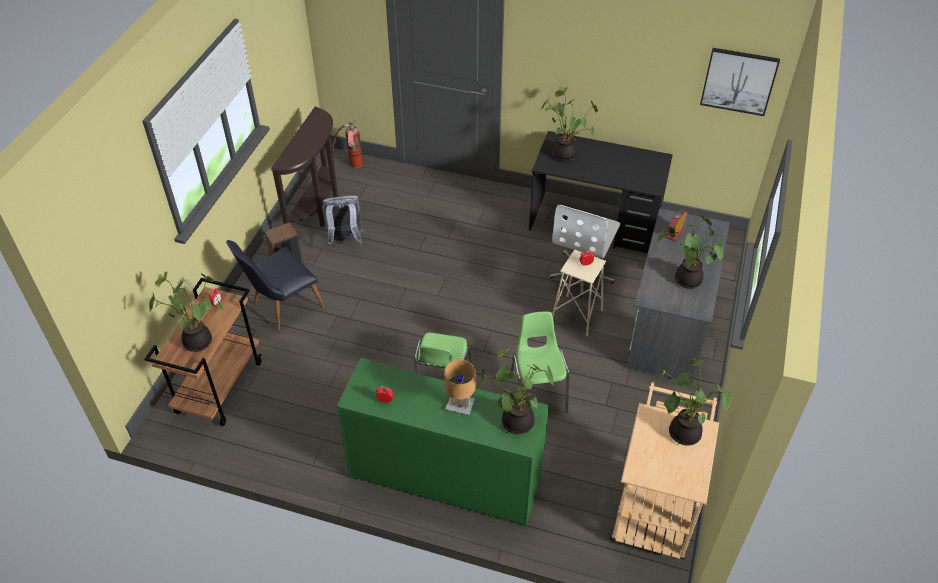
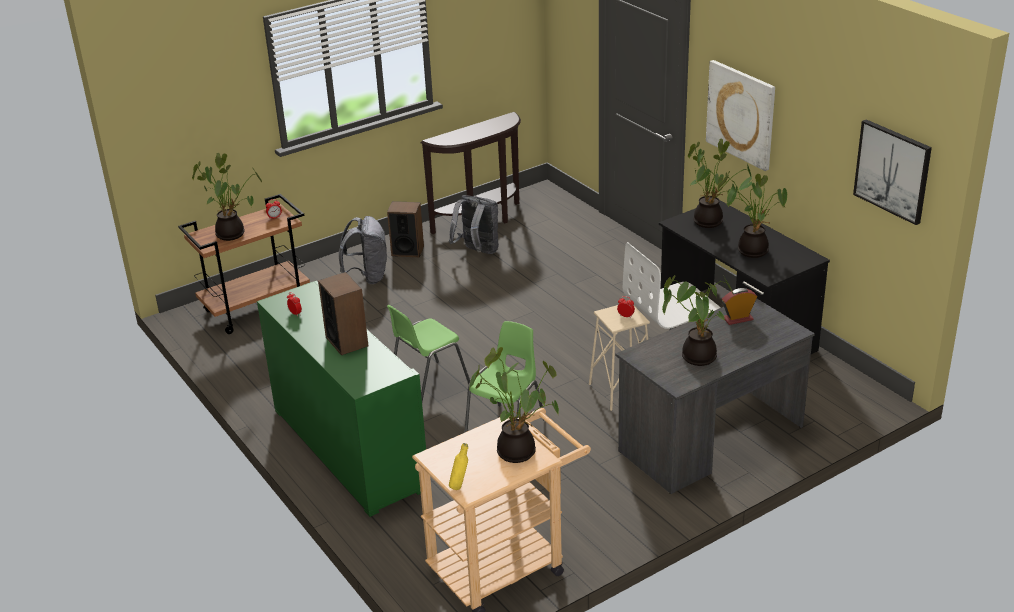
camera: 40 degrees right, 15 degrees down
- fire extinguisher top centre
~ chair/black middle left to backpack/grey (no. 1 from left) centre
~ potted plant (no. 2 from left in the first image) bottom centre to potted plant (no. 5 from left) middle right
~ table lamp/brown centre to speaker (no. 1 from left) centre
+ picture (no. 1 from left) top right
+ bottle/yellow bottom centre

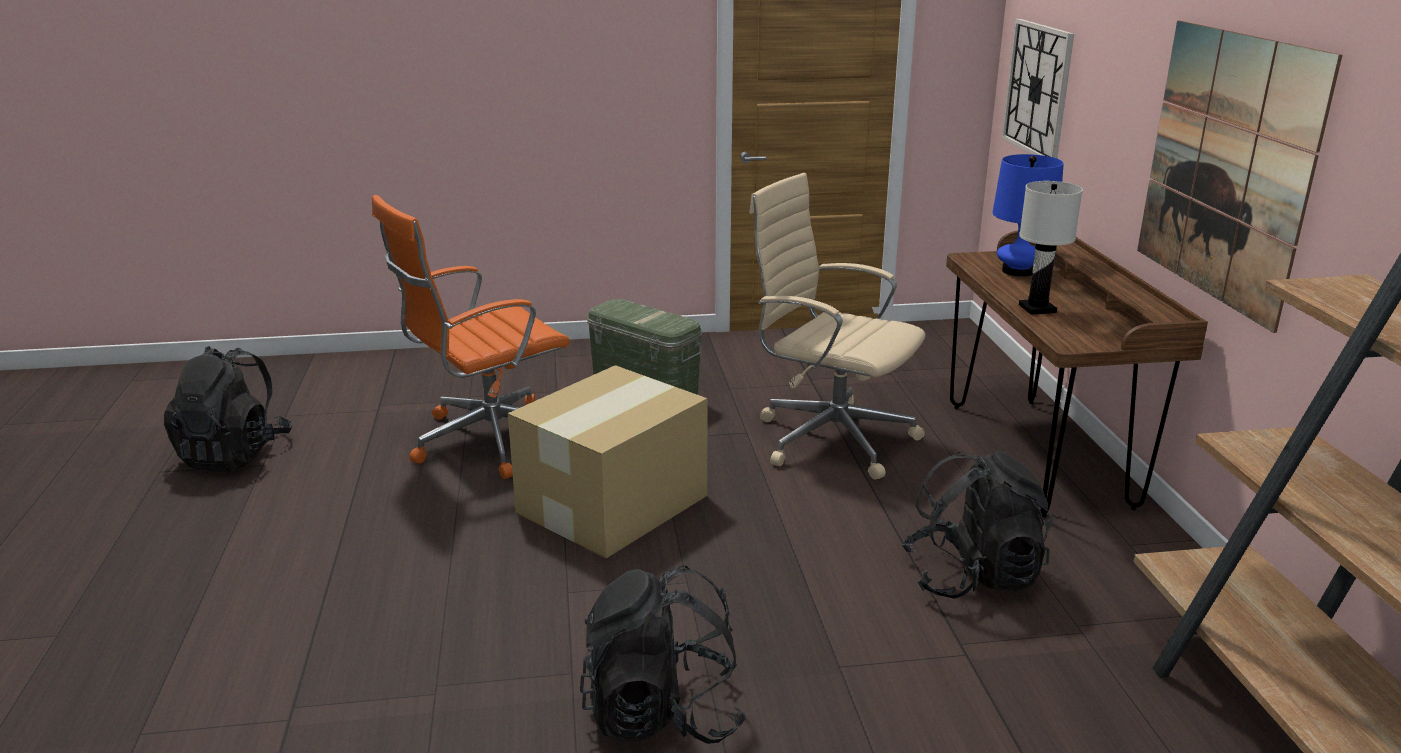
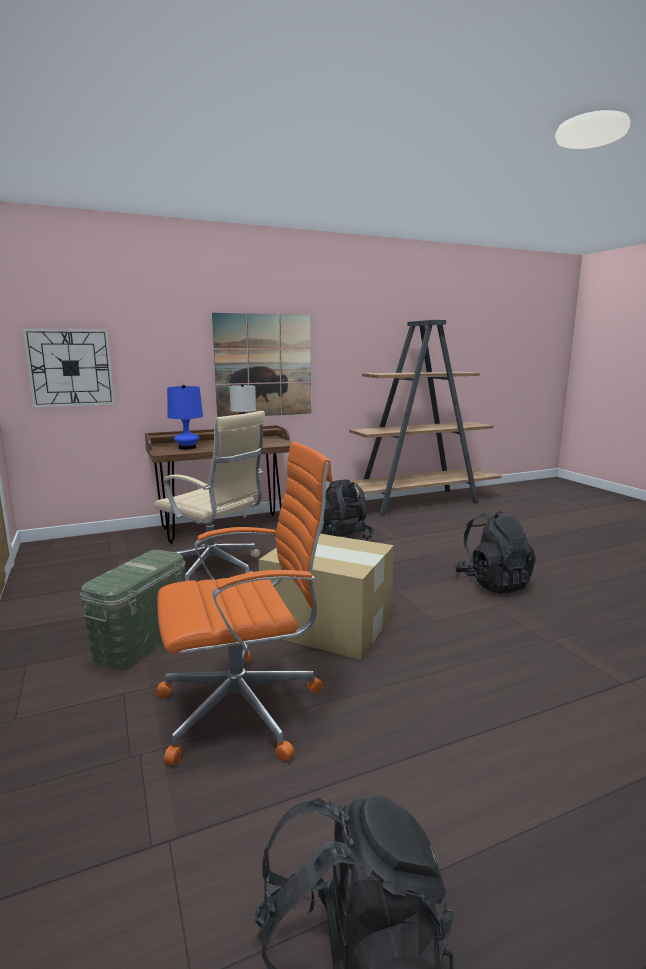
camera: 105 degrees left, 10 degrees down
~ office chair/beige centre = middle left 75 degrees counterclockwise
~ office chair/orange centre = centre 60 degrees counterclockwise

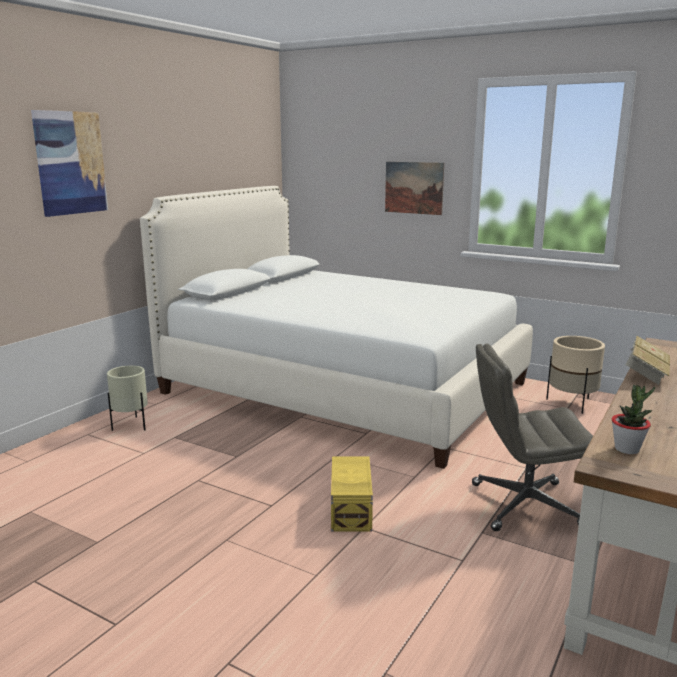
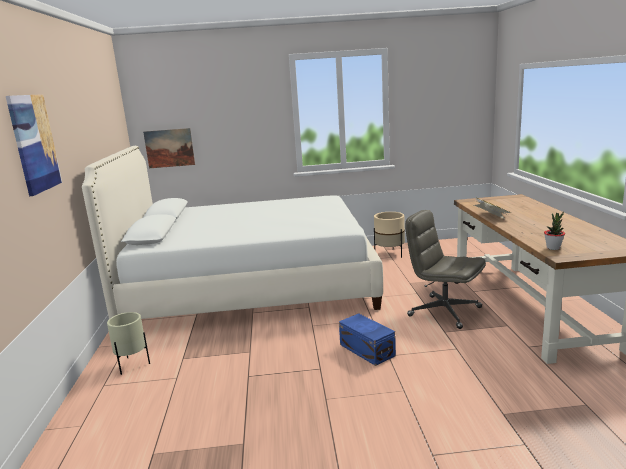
camera: 35 degrees left, 0 degrees up
~ picture (no. 2 from left) top centre to top left
~ office chair/grey middle right = middle right 75 degrees clockwise
~ storage box/yellow bottom centre to storage box/blue bottom centre

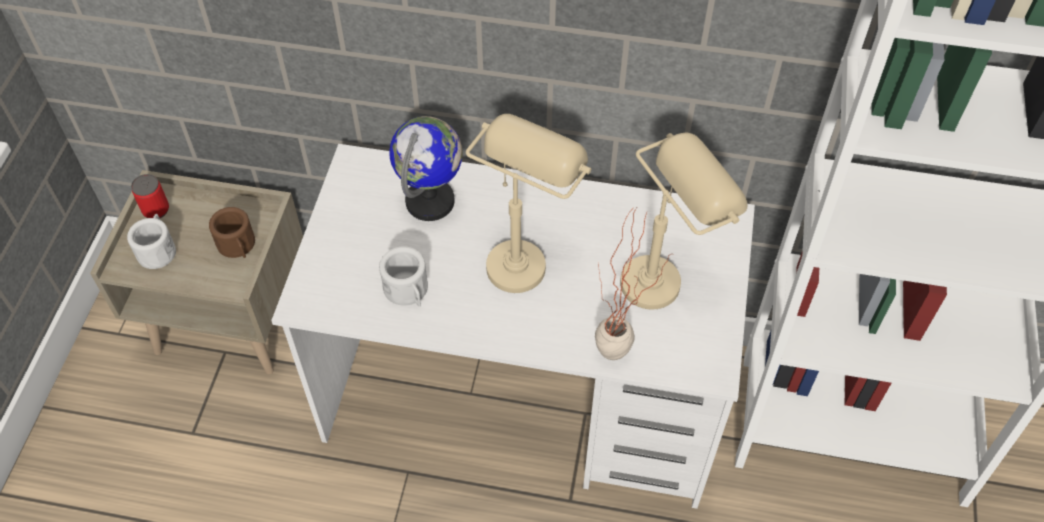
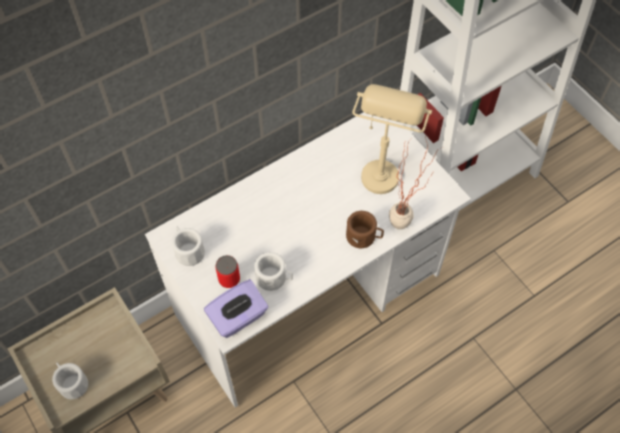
camera: 45 degrees left, 5 degrees up
- table lamp/beige (no. 1 from left) centre
- globe top centre
~ can middle left to centre
~ mug/brown middle left to centre
+ mug/white (no. 2 from left) middle left
+ tissue box/purple bottom centre

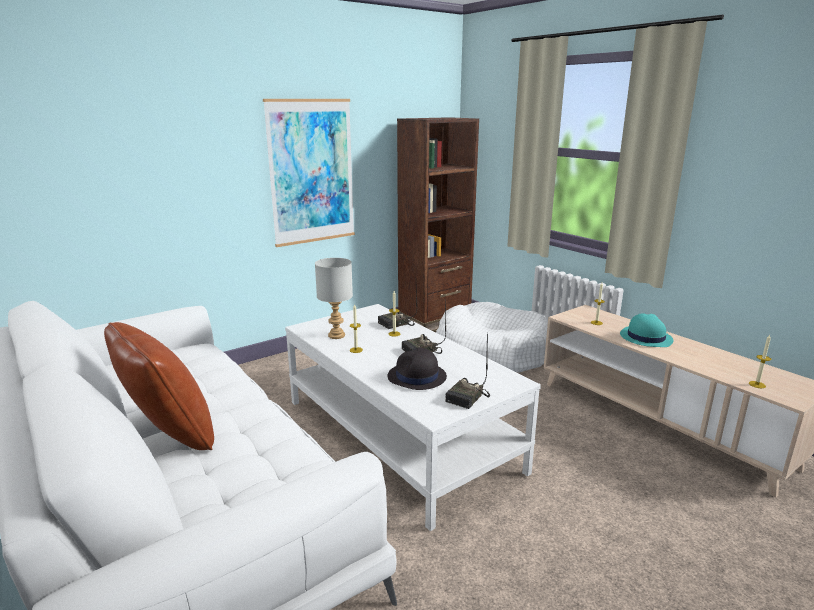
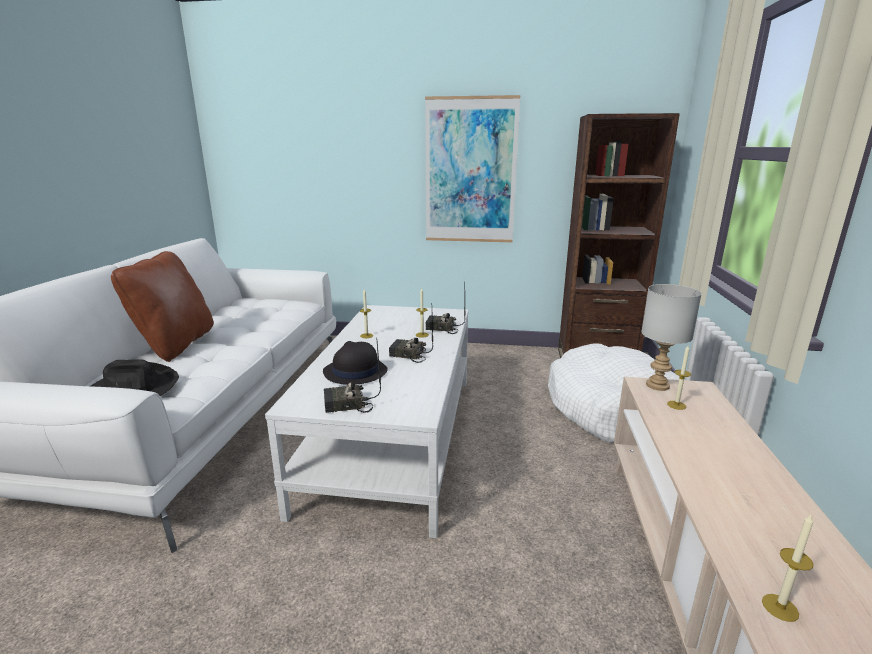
camera: 45 degrees right, 0 degrees up
~ table lamp/grey centre to middle right
- hat/turquoise middle right
+ hat/black (no. 1 from left) middle left

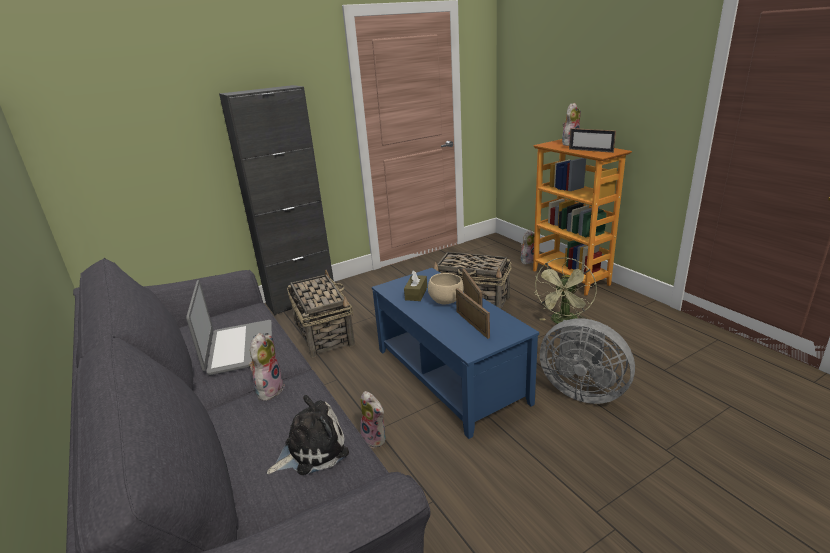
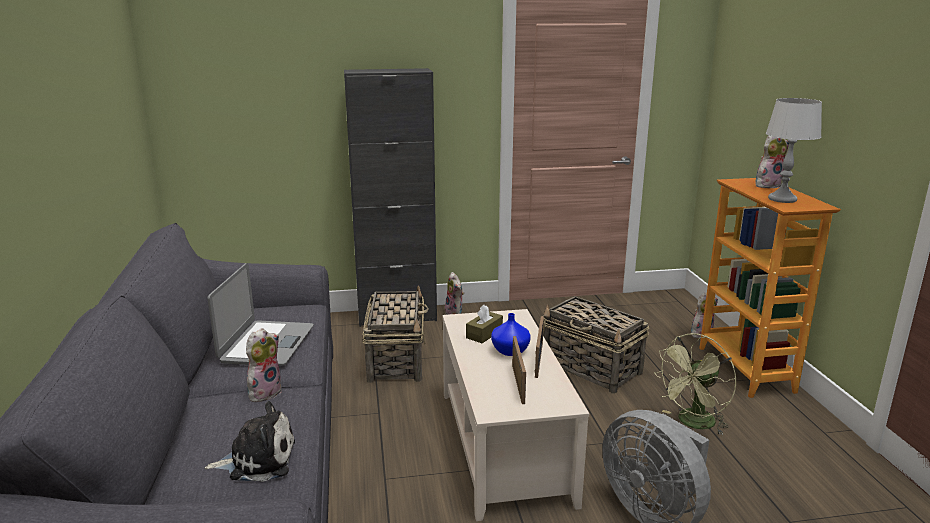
camera: 20 degrees right, 5 degrees down
~ picture frame (no. 3 from left) top right to table lamp/grey top right
~ coffee table/blue centre to coffee table/beige bottom centre
~ bowl/beige centre to vase/blue centre
~ plush toy (no. 3 from left) bottom centre to centre

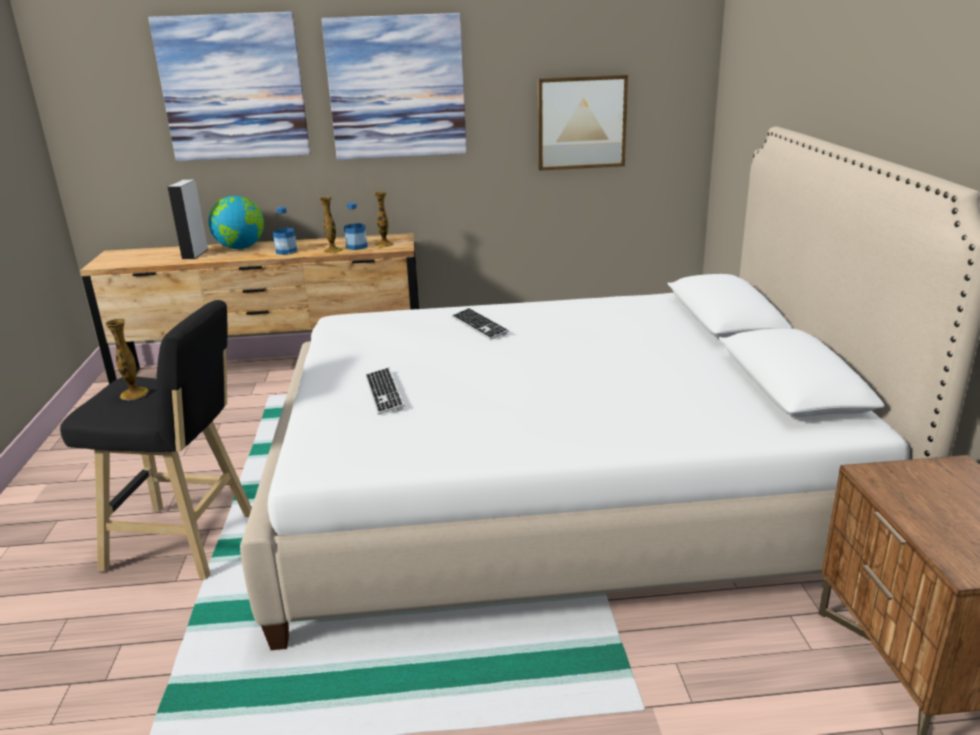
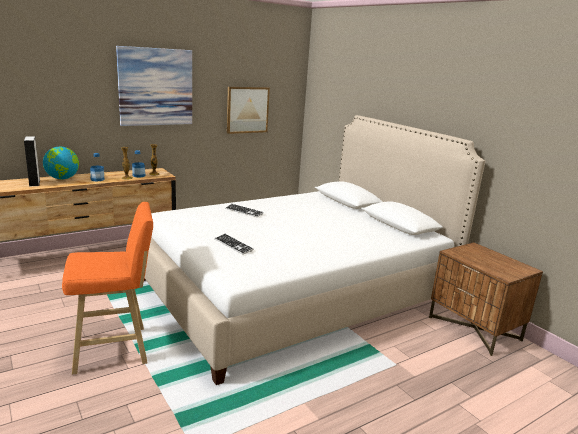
camera: 30 degrees left, 5 degrees down
- picture (no. 1 from left) top left
~ stool/black middle left to stool/orange middle left
- vase (no. 1 from left) middle left

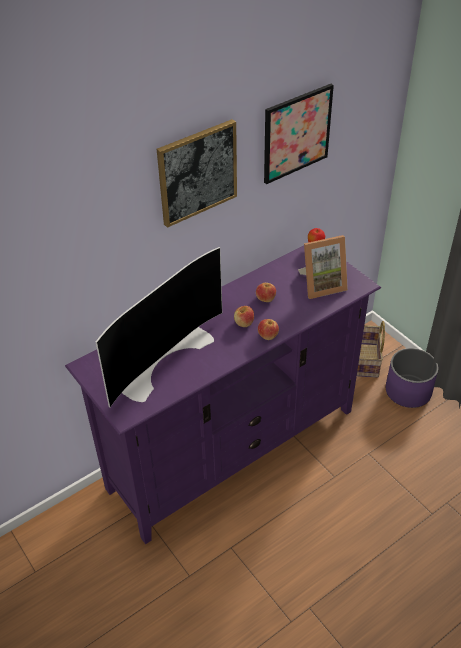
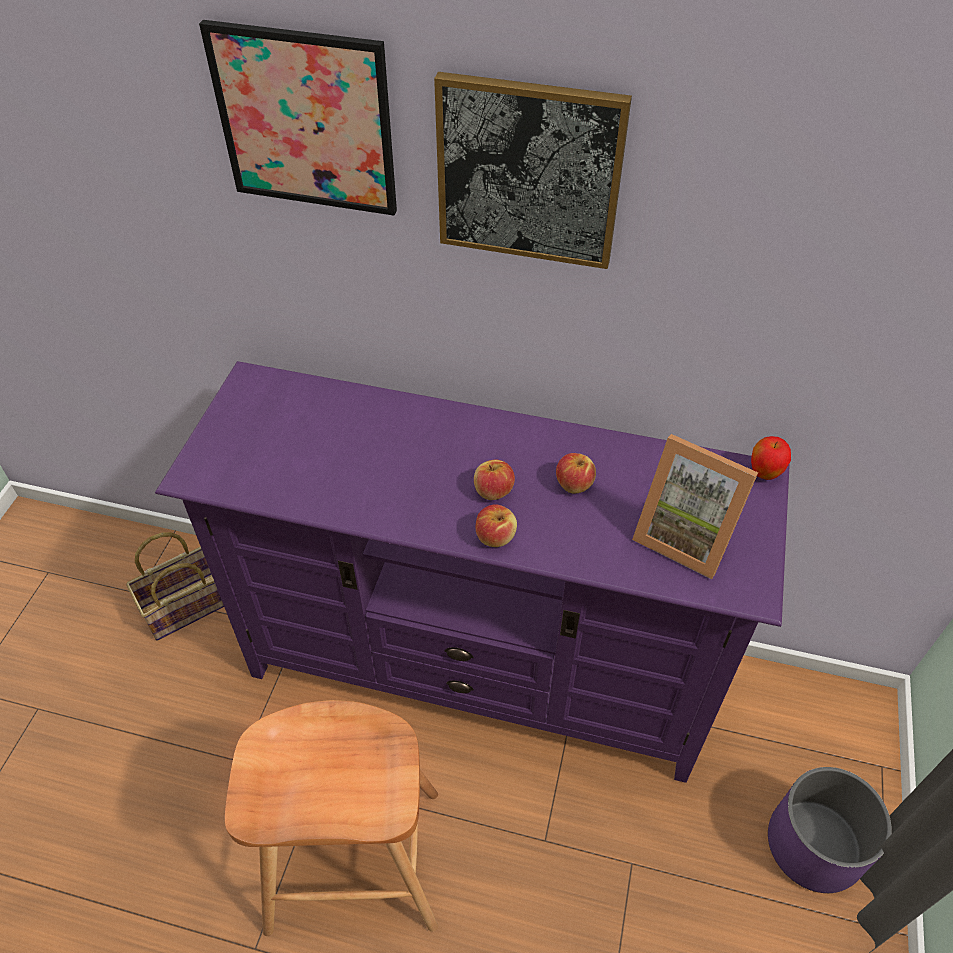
camera: 50 degrees right, 5 degrees up
~ picture (no. 2 from left in the first image) top centre to picture (no. 1 from left) top left
- television centre
~ basket middle right to middle left
+ stool/brown bottom centre

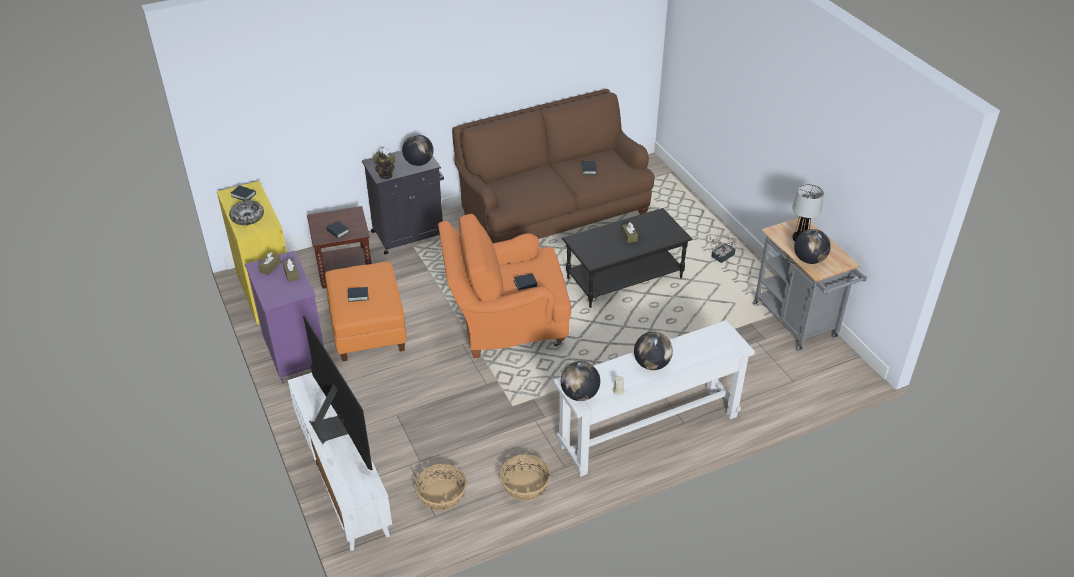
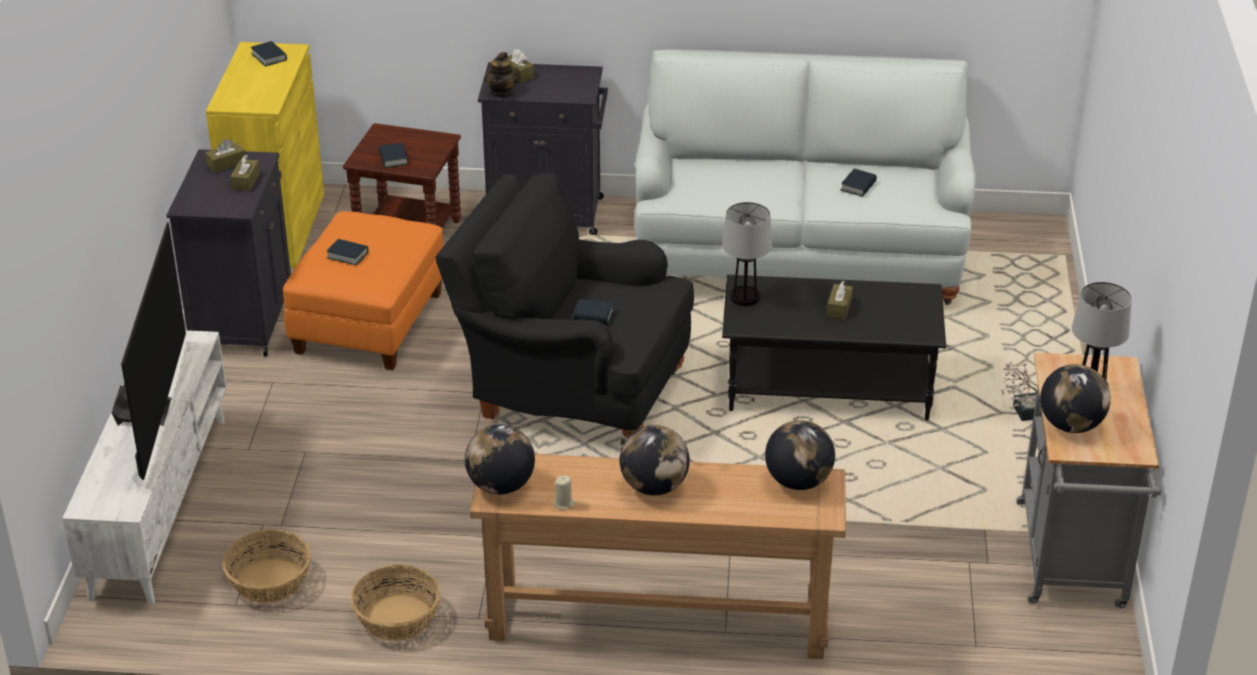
camera: 30 degrees right, 5 degrees down
~ sofa/brown top centre to sofa/white top centre
~ globe (no. 1 from left in the first image) top centre to globe (no. 3 from left) bottom centre
- bowl middle left
~ armchair/orange centre to armchair/black centre
~ cabinet/purple middle left to cabinet/black (no. 1 from left) middle left
~ console table/white bottom centre to console table/brown bottom centre
+ table lamp (no. 1 from left) centre

